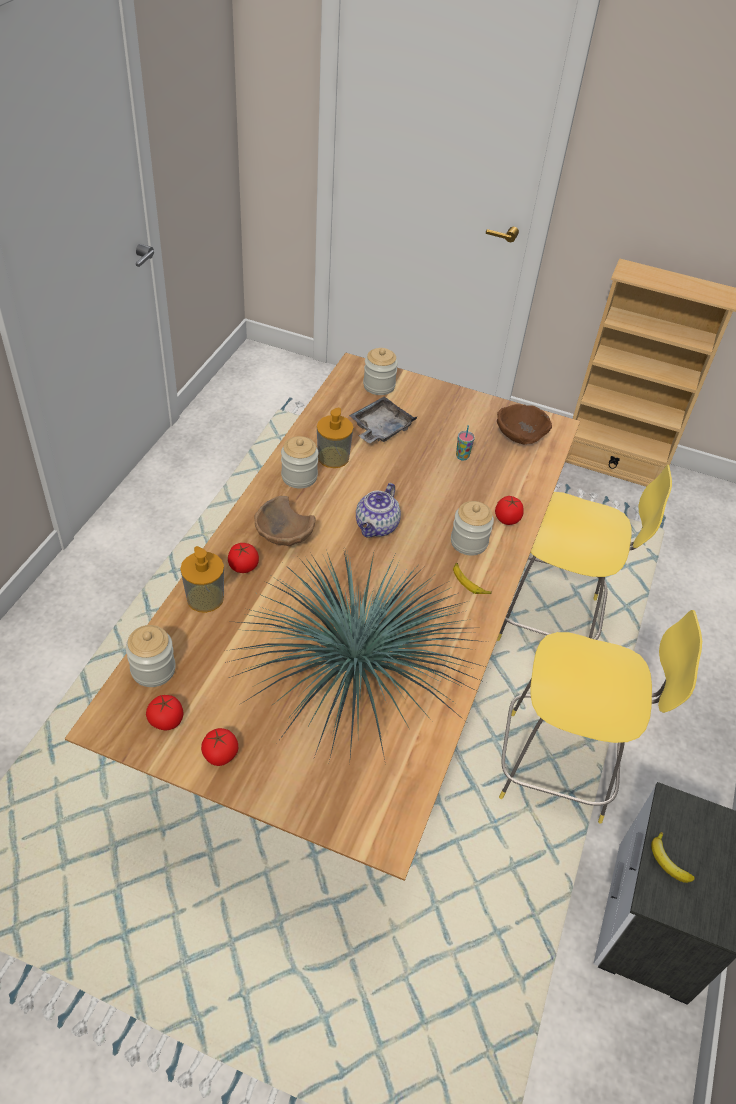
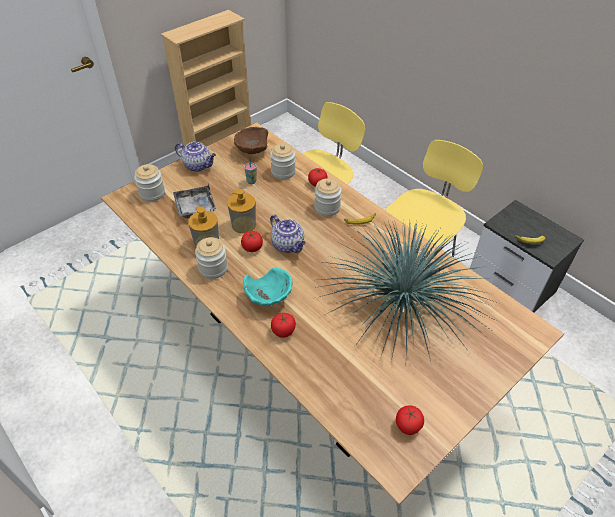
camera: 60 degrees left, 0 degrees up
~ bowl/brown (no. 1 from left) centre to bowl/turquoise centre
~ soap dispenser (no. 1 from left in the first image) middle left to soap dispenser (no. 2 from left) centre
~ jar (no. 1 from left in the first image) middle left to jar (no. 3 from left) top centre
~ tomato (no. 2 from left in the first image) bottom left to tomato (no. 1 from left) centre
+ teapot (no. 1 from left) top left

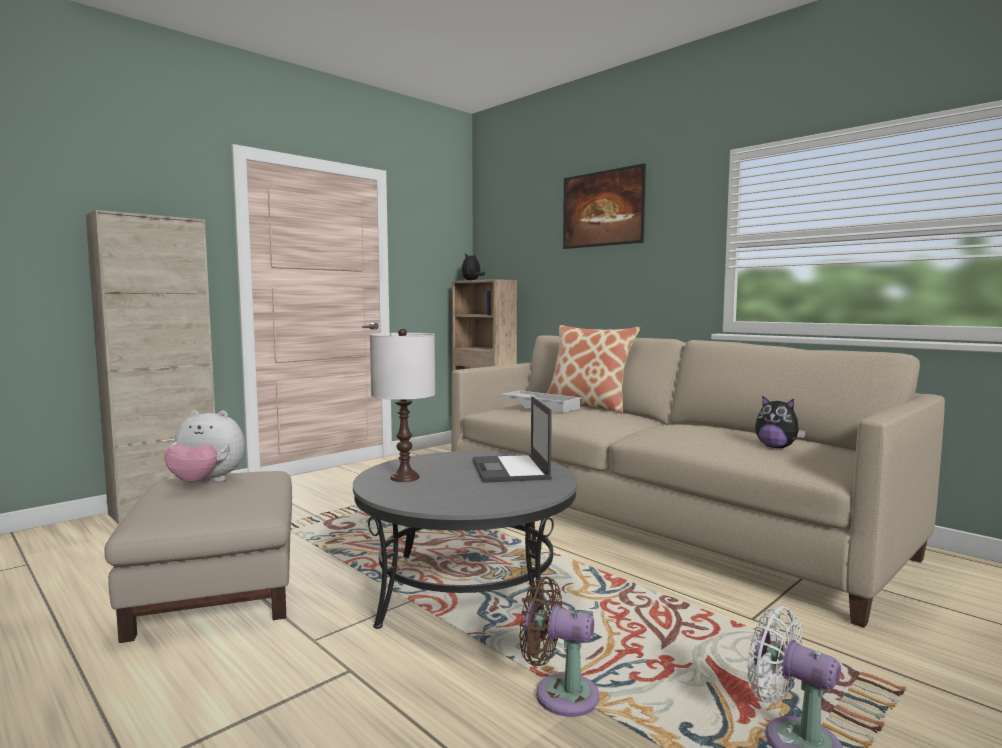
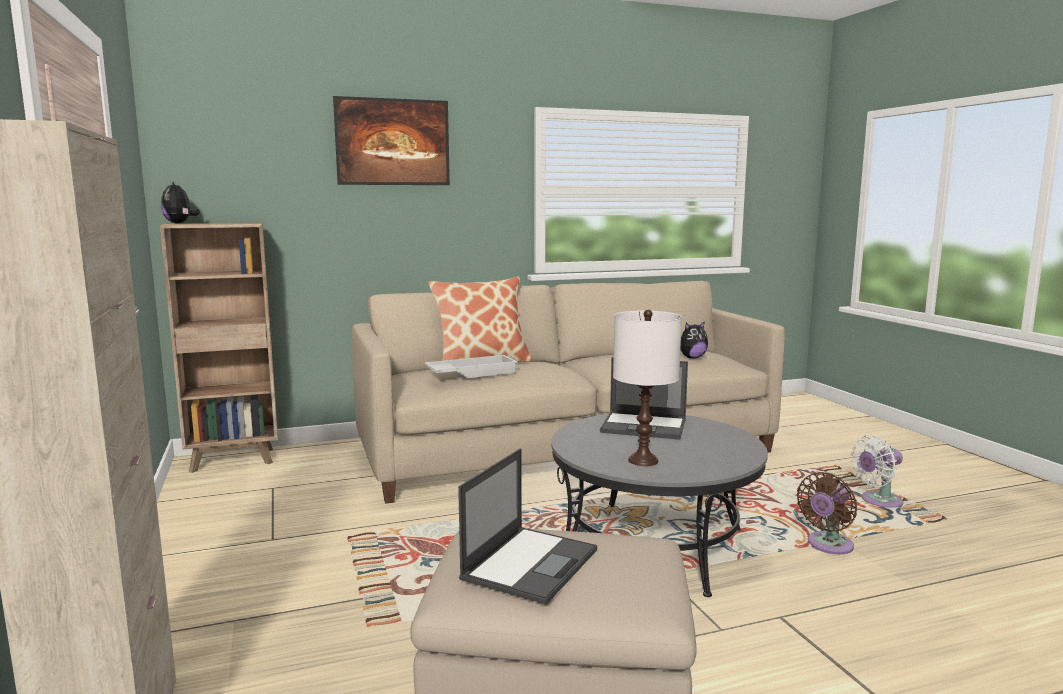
camera: 65 degrees left, 5 degrees up
~ plush toy (no. 1 from left) middle left to laptop (no. 1 from left) bottom centre

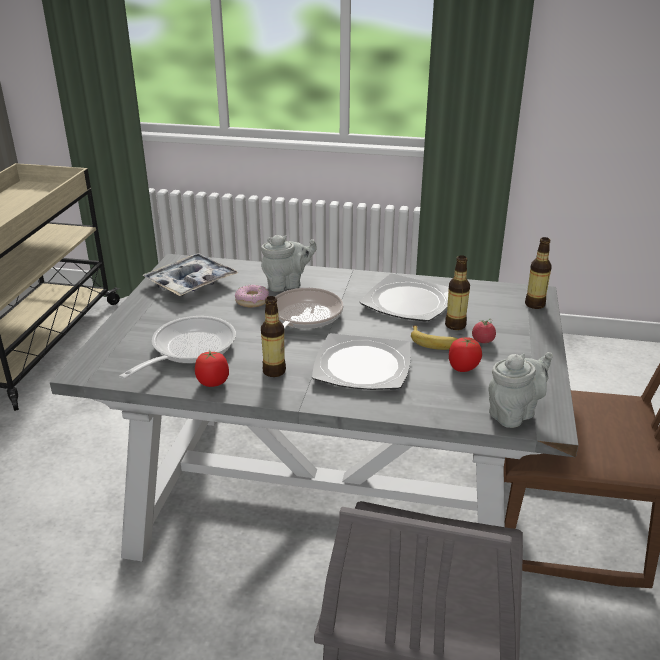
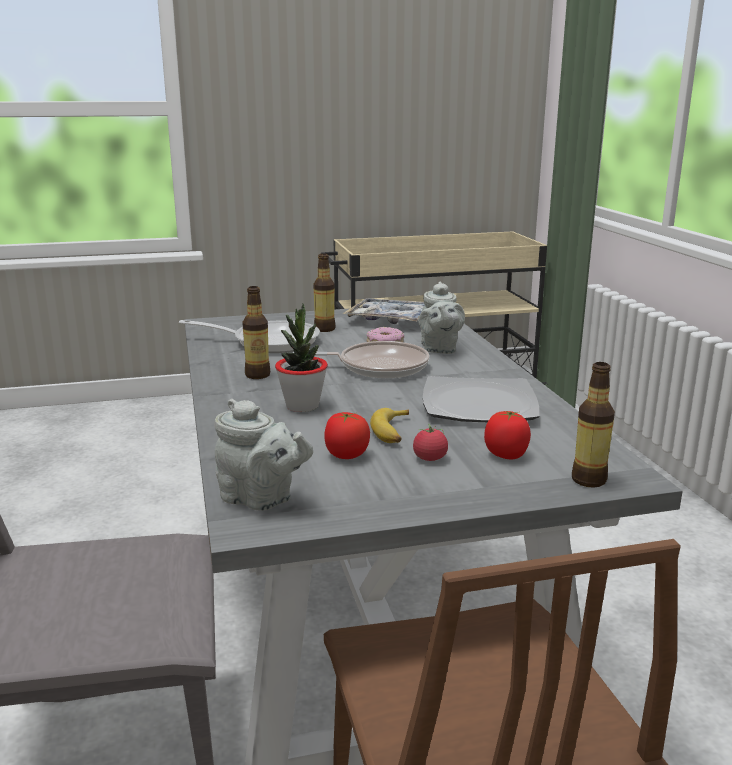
camera: 65 degrees right, 10 degrees down
~ teapot/grey (no. 1 from left in the first image) centre = centre 45 degrees clockwise
~ bottle (no. 2 from left) middle right to centre
~ plate (no. 1 from left) centre to potted plant centre
~ tomato (no. 1 from left in the first image) middle left to tomato (no. 3 from left) middle right

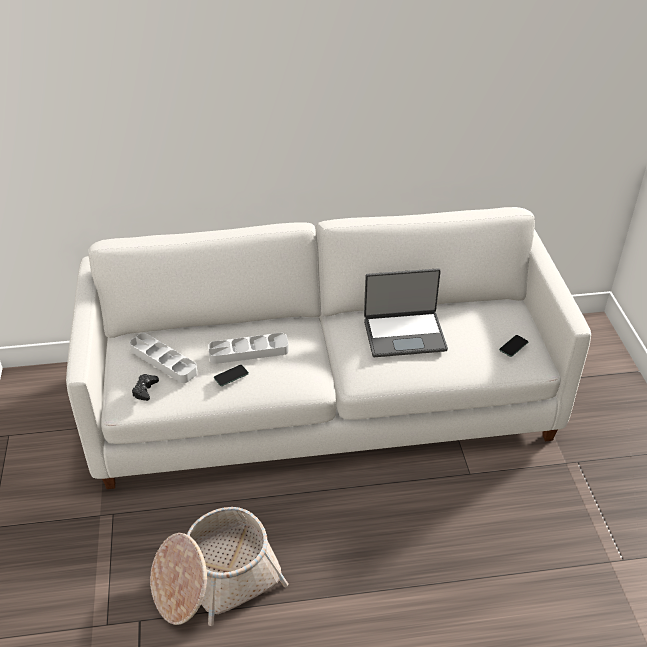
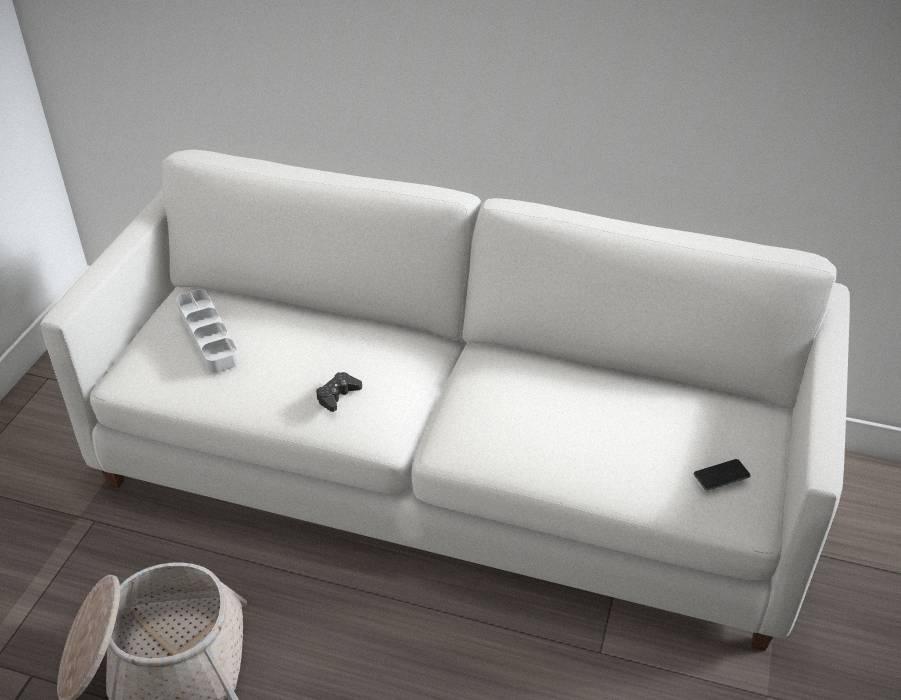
camera: 25 degrees right, 0 degrees up
- laptop centre
- tray/grey (no. 2 from left) centre
- phone (no. 1 from left) centre
~ game controller/black middle left to centre

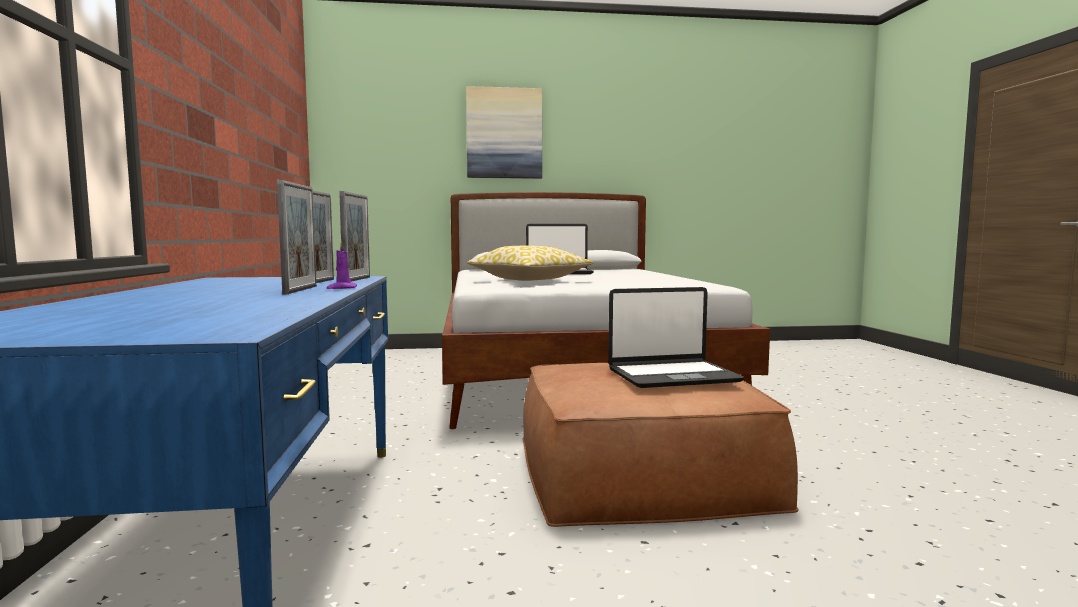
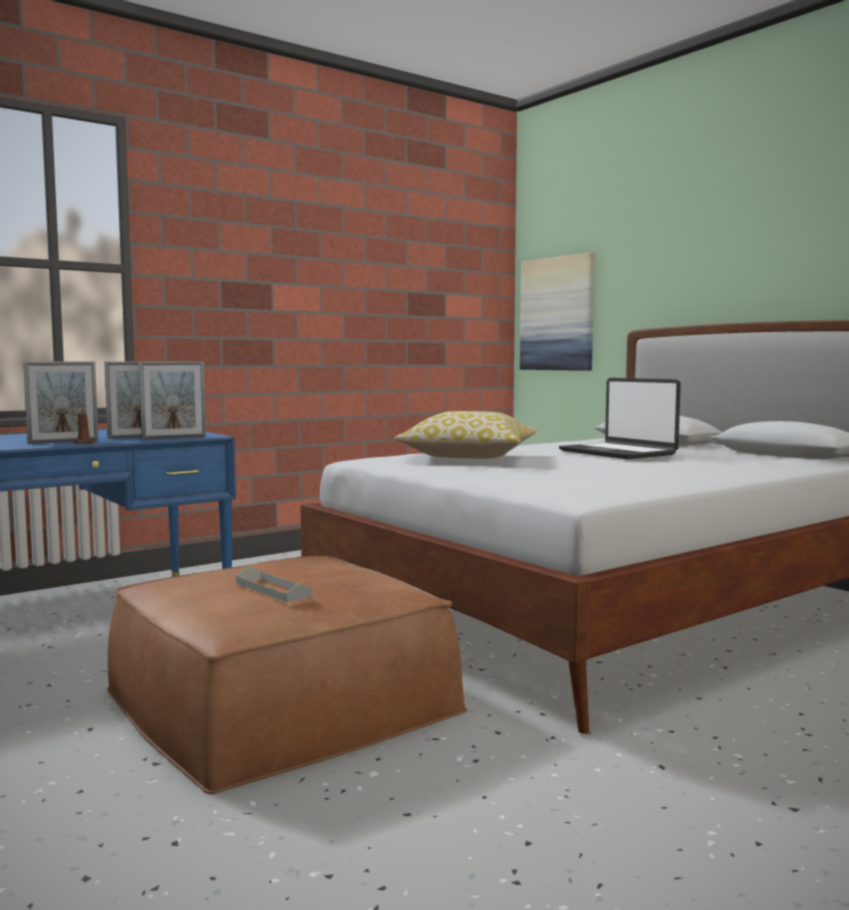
camera: 60 degrees right, 0 degrees up
~ picture top centre to centre
~ candle/purple middle left to candle/brown middle left
~ laptop (no. 2 from left) centre to tray/grey middle left

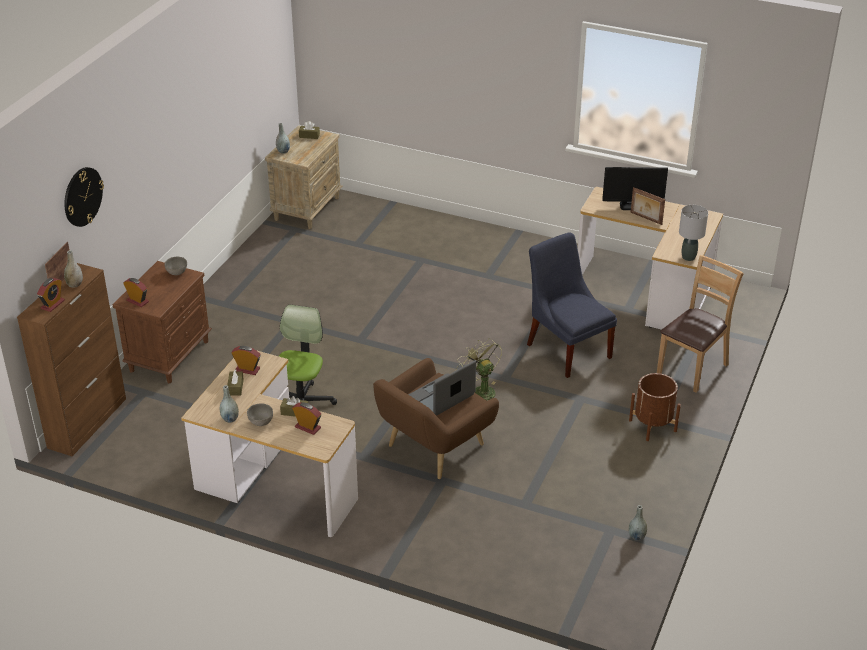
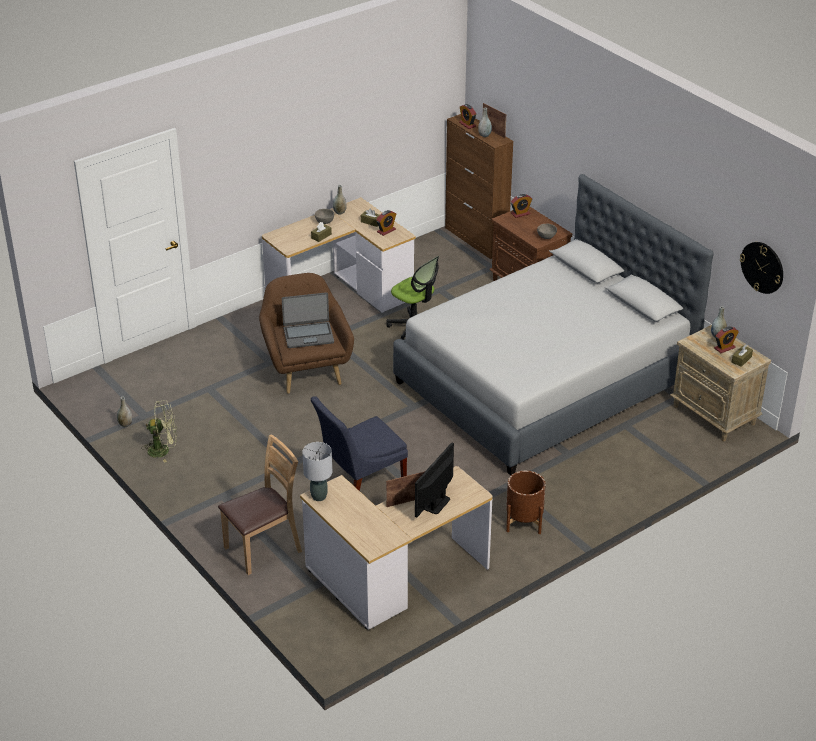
camera: 120 degrees right, 0 degrees up
~ wall clock top left to middle right
~ chair/blue centre = centre 150 degrees clockwise
~ chair/brown middle right = bottom left 105 degrees counterclockwise
~ fan/green centre to middle left
~ laptop centre = centre 90 degrees clockwise
~ planter/brown middle right to bottom centre
~ alarm clock (no. 4 from left) centre to middle right
+ bed/grey middle right

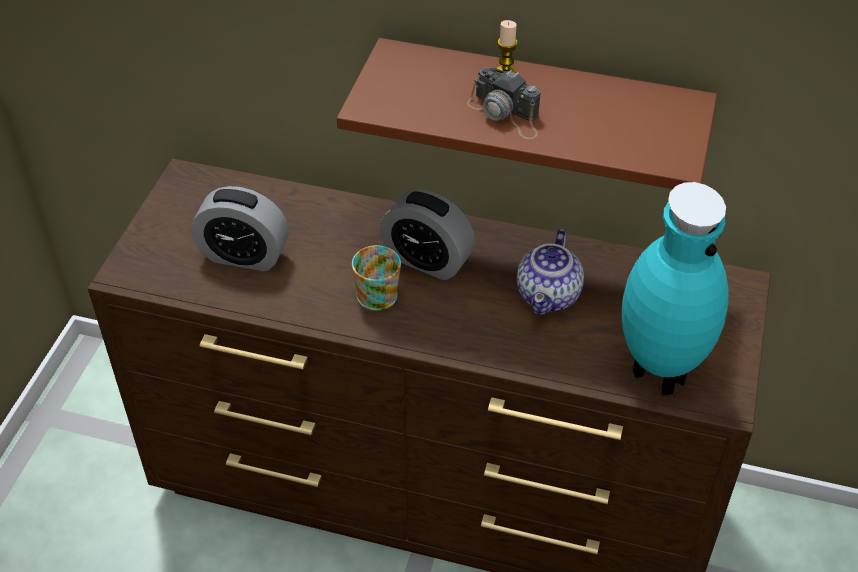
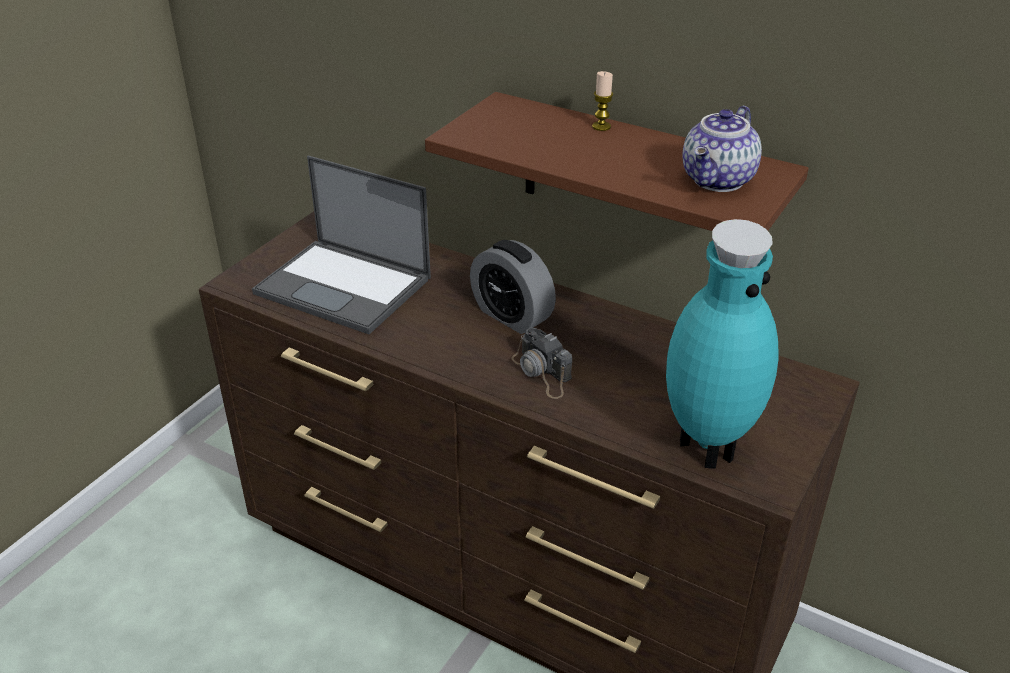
camera: 15 degrees right, 10 degrees down
~ photo camera top centre to centre
~ alarm clock (no. 1 from left) middle left to laptop centre
~ teapot centre to top right
- mug centre

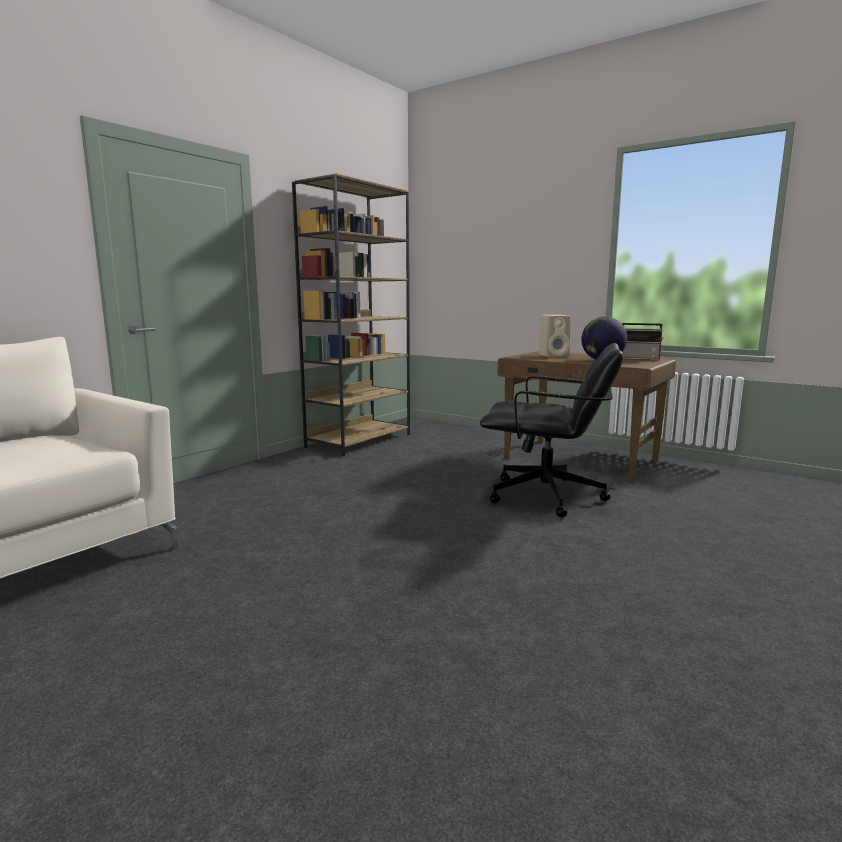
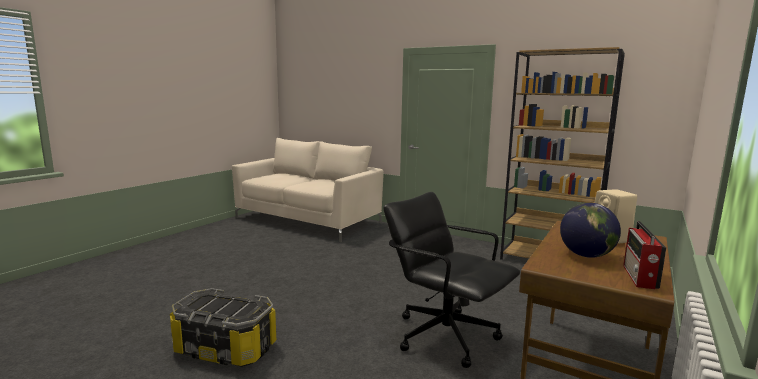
camera: 85 degrees right, 0 degrees up
~ office chair/black centre = bottom centre 120 degrees clockwise
+ storage box bottom left

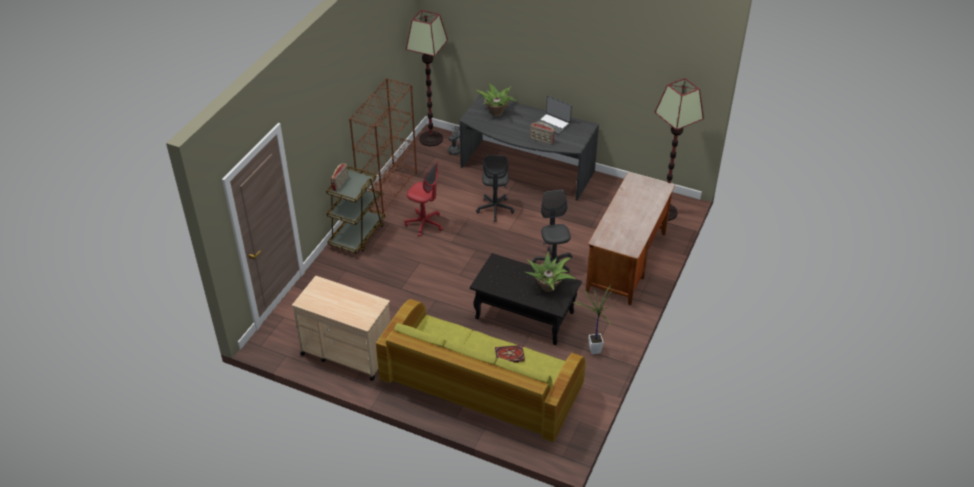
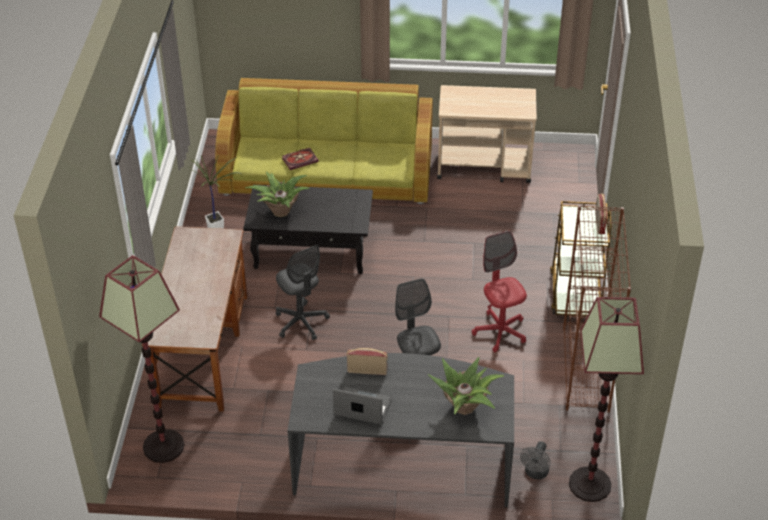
camera: 160 degrees right, 0 degrees up
~ office chair/red centre = centre 60 degrees clockwise

